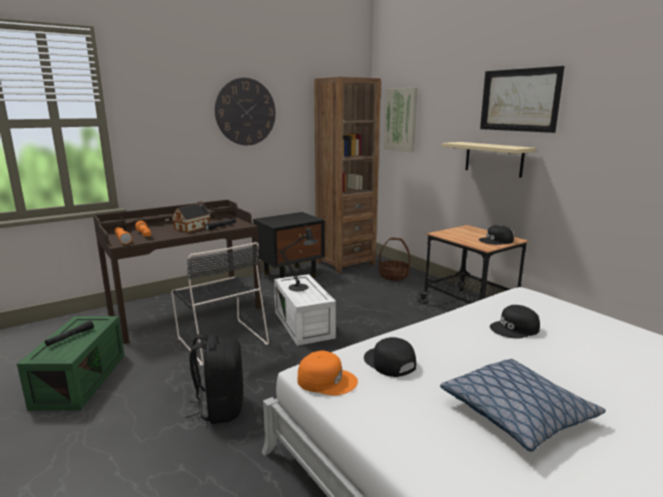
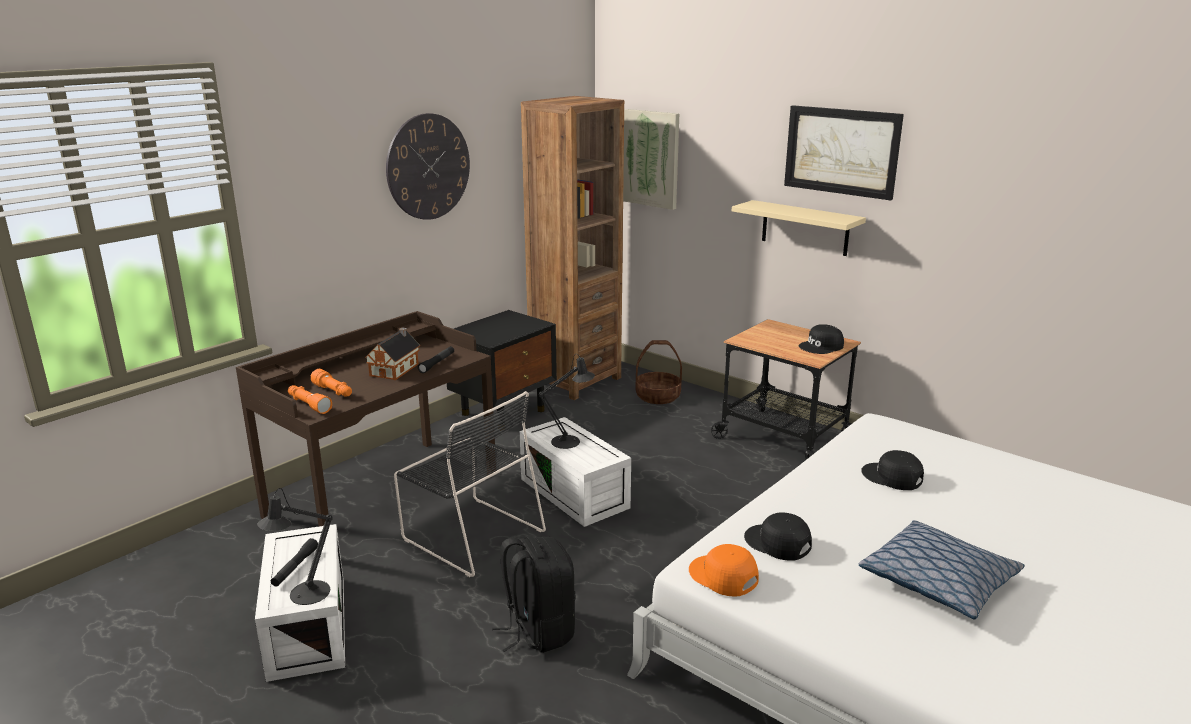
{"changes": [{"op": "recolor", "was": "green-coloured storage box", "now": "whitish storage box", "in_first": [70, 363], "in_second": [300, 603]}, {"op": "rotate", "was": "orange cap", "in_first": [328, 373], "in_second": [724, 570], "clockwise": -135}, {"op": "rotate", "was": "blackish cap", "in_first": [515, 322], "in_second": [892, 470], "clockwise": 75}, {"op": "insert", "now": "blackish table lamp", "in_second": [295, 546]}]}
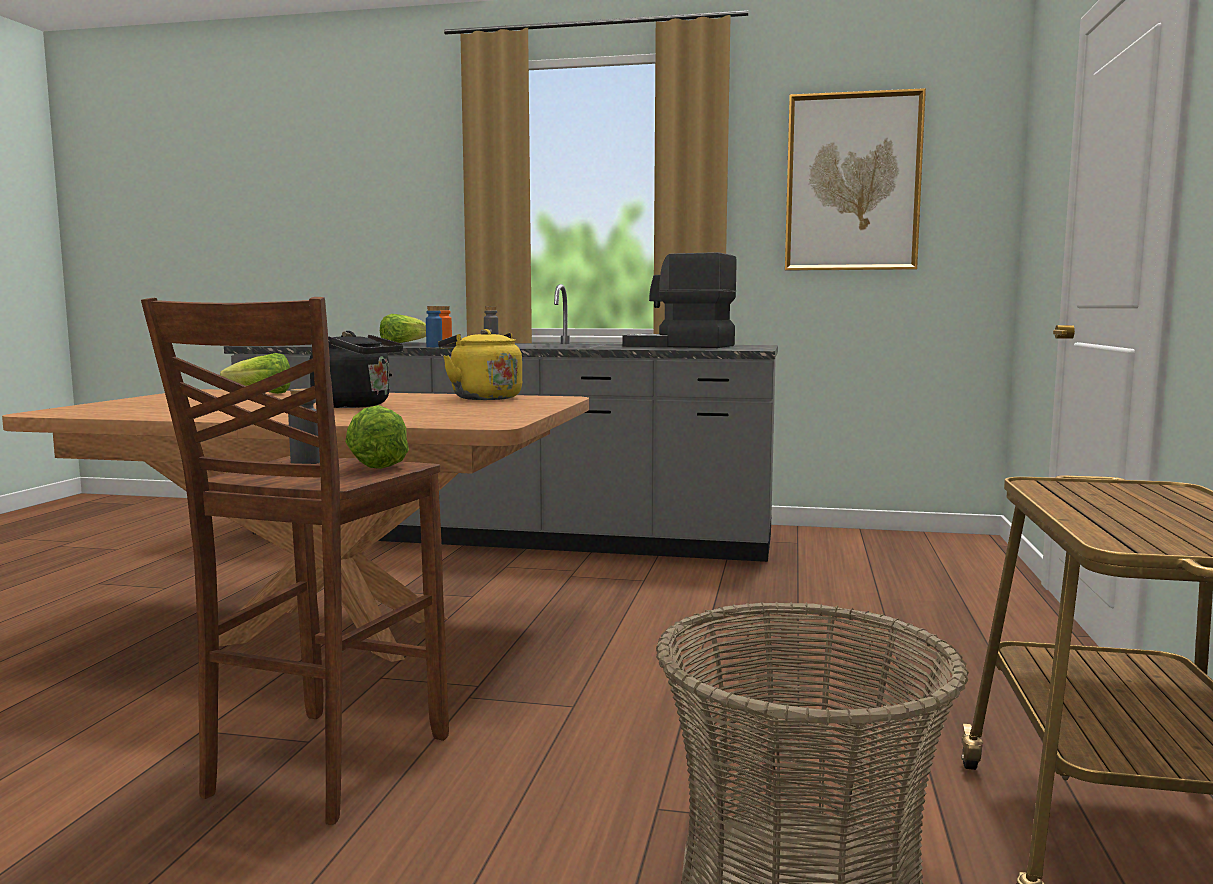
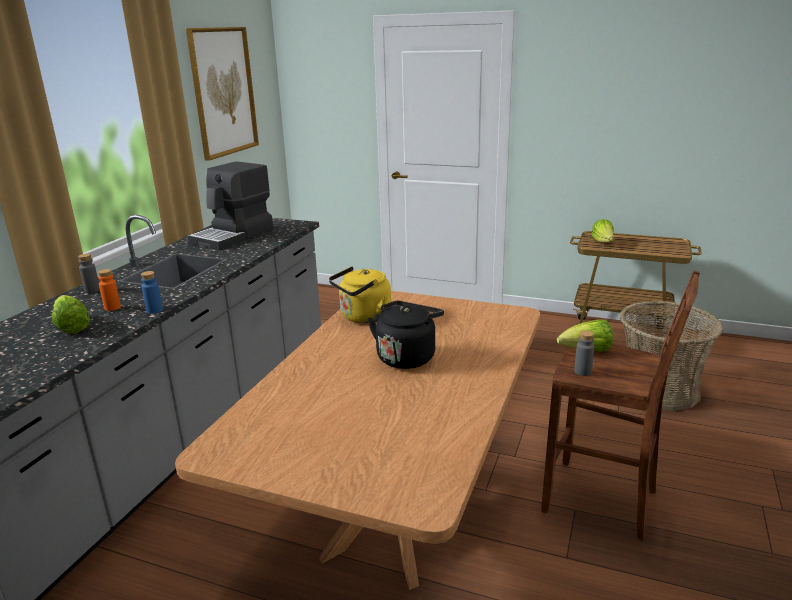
{"changes": [{"op": "move", "was": "lettuce head", "in_first": [255, 373], "in_second": [602, 231]}]}
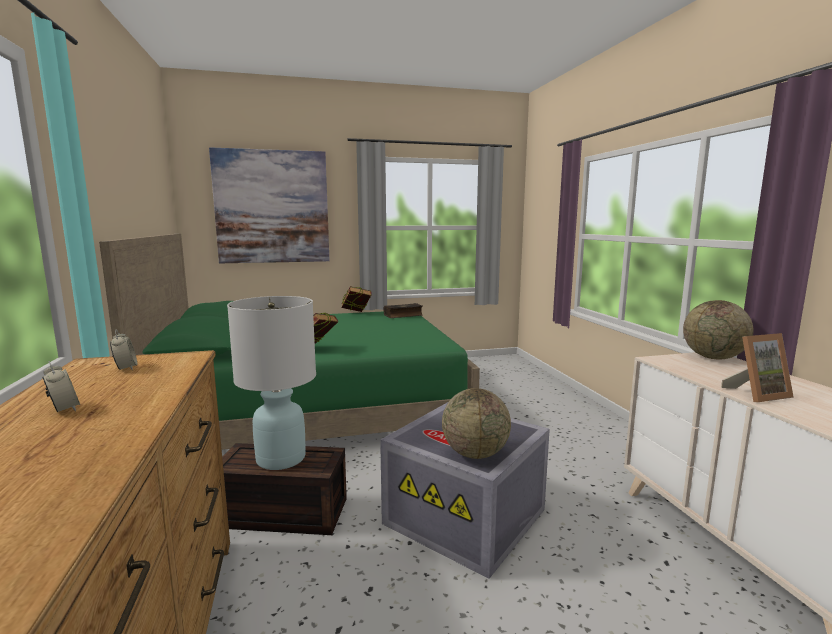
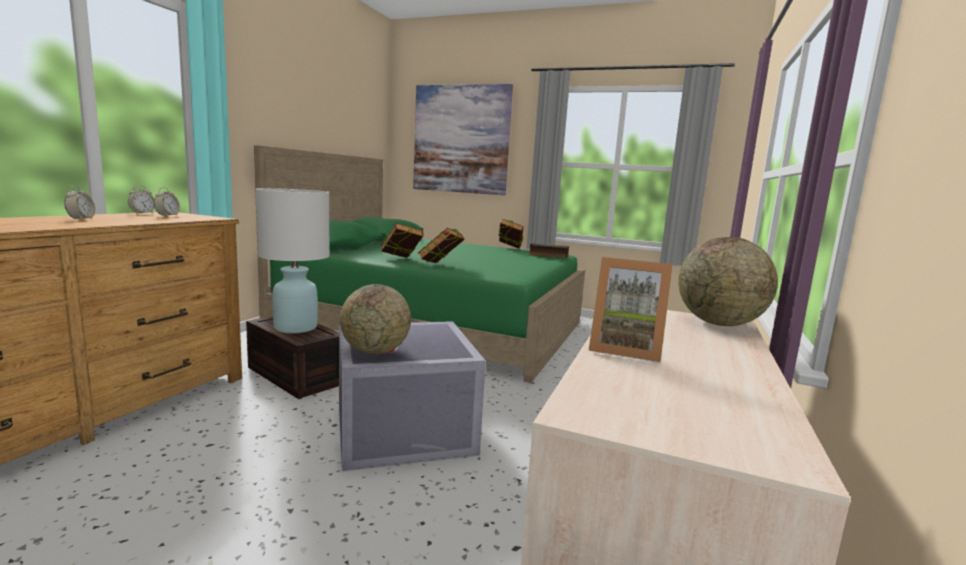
{"changes": [{"op": "insert", "now": "alarm clock", "in_second": [141, 199]}, {"op": "insert", "now": "volume", "in_second": [441, 245]}]}
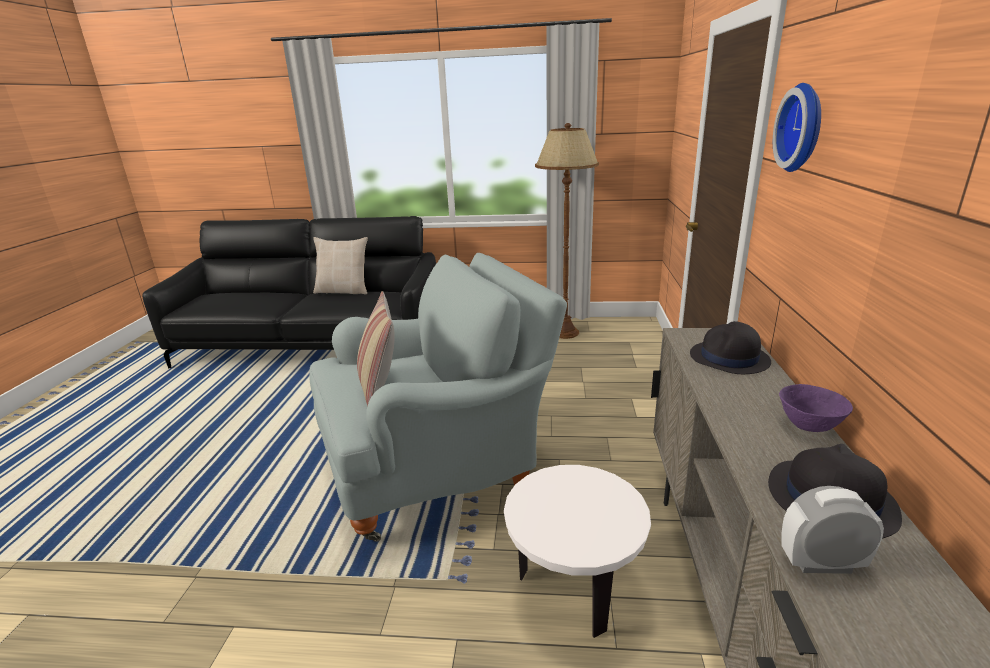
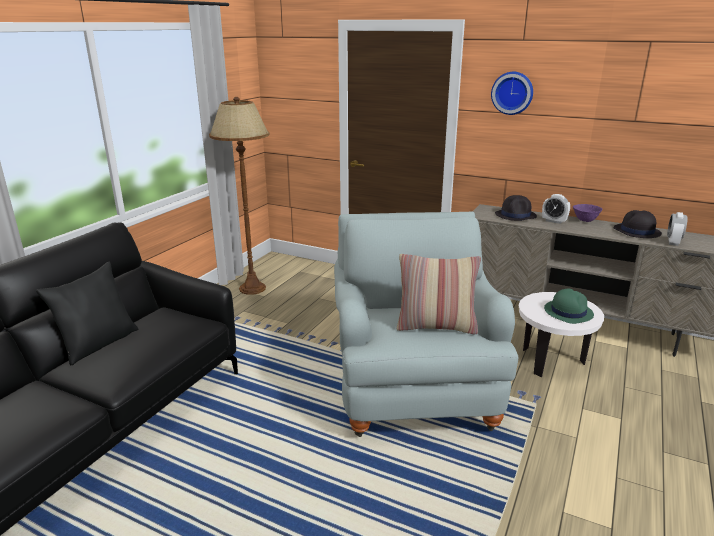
{"changes": [{"op": "recolor", "was": "beige pillow", "now": "blackish pillow", "in_first": [340, 265], "in_second": [87, 313]}, {"op": "insert", "now": "alarm clock", "in_second": [556, 209]}, {"op": "insert", "now": "green-coloured clothing hat", "in_second": [569, 306]}]}
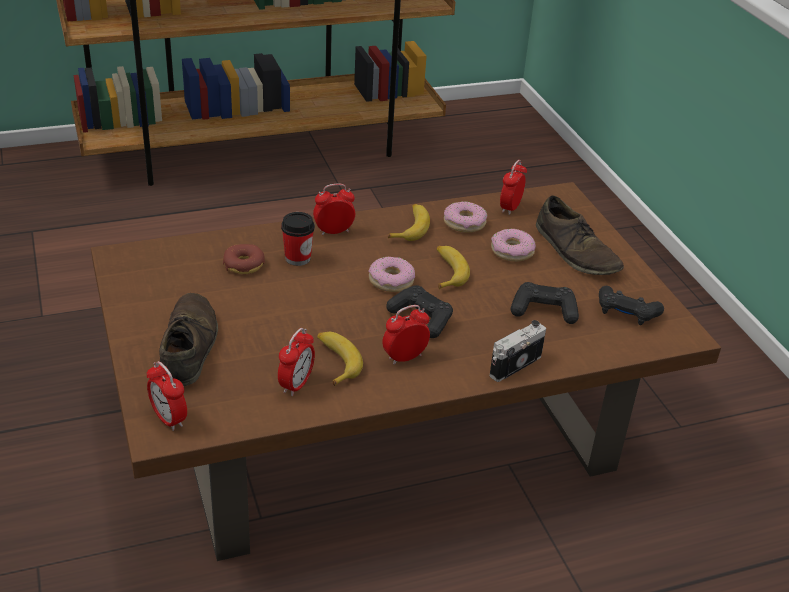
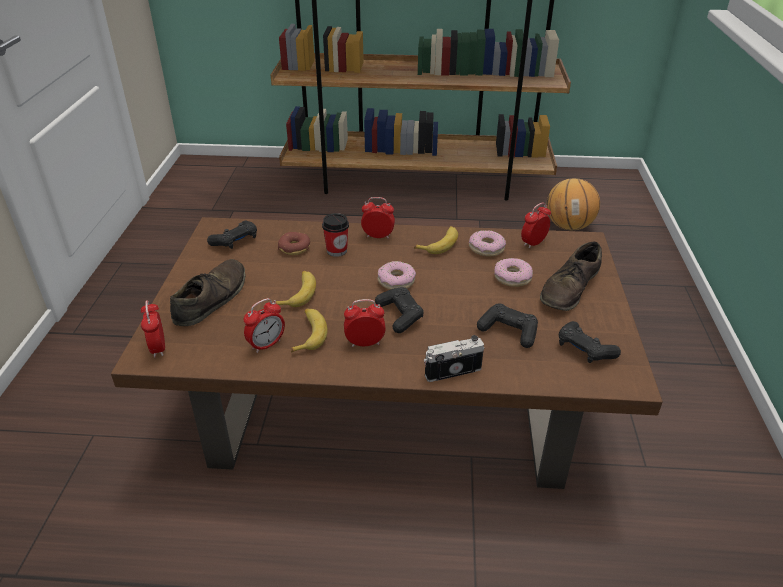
{"changes": [{"op": "move", "was": "banana fruit", "in_first": [453, 267], "in_second": [295, 289]}, {"op": "rotate", "was": "brownish item of footwear", "in_first": [580, 235], "in_second": [571, 276], "clockwise": 45}, {"op": "insert", "now": "blackish joypad", "in_second": [232, 234]}, {"op": "insert", "now": "basketball ball", "in_second": [573, 204]}]}
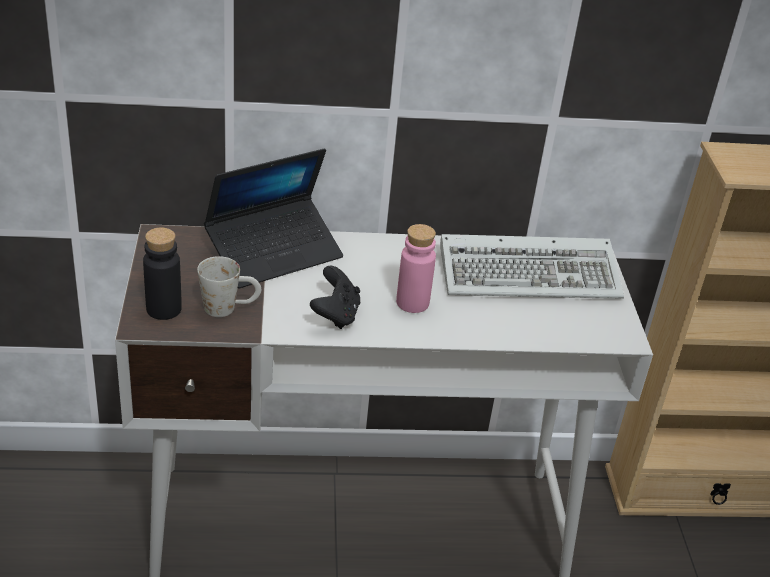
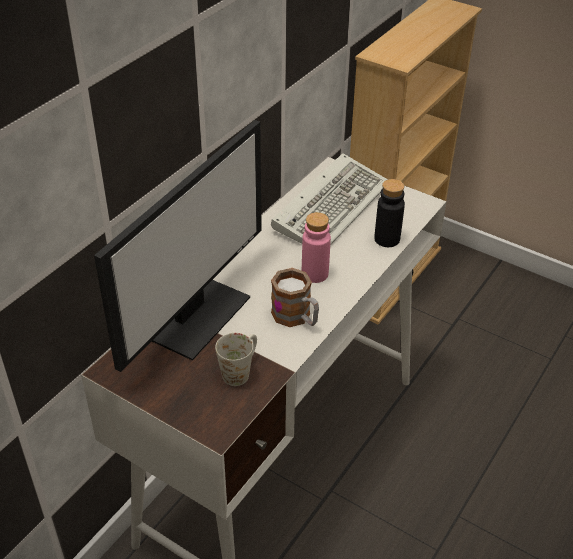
{"changes": [{"op": "move", "was": "blackish beverage bottle", "in_first": [162, 274], "in_second": [389, 213]}, {"op": "replace", "was": "portable computer", "now": "monitor", "in_first": [273, 218], "in_second": [178, 246]}, {"op": "replace", "was": "blackish joypad", "now": "mug", "in_first": [335, 297], "in_second": [295, 297]}]}
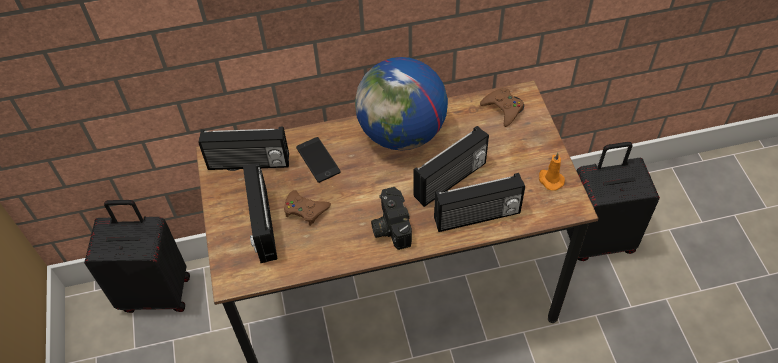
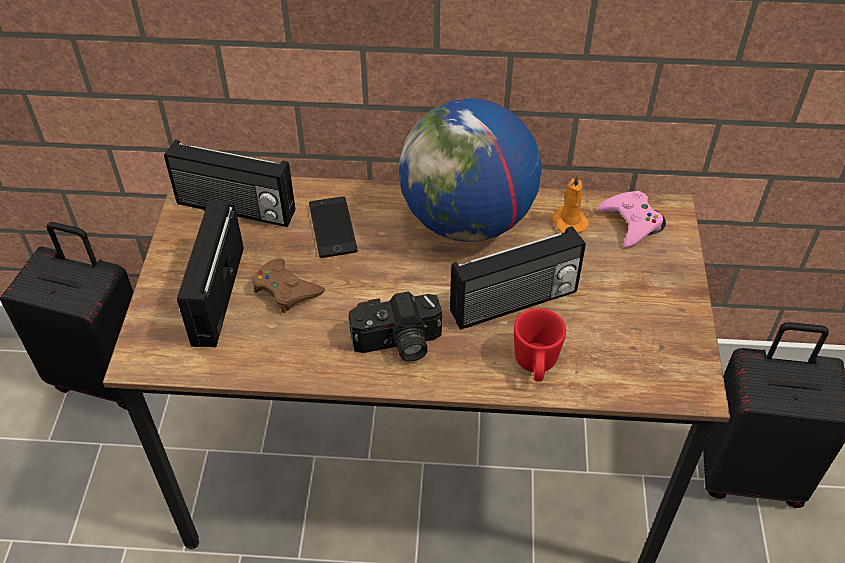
{"changes": [{"op": "rotate", "was": "photo camera", "in_first": [391, 218], "in_second": [395, 326], "clockwise": -105}, {"op": "replace", "was": "radio receiver", "now": "red mug", "in_first": [479, 202], "in_second": [540, 345]}, {"op": "recolor", "was": "brownish joypad", "now": "pink joypad", "in_first": [502, 107], "in_second": [630, 219]}, {"op": "move", "was": "orange wax candle", "in_first": [552, 172], "in_second": [570, 203]}]}
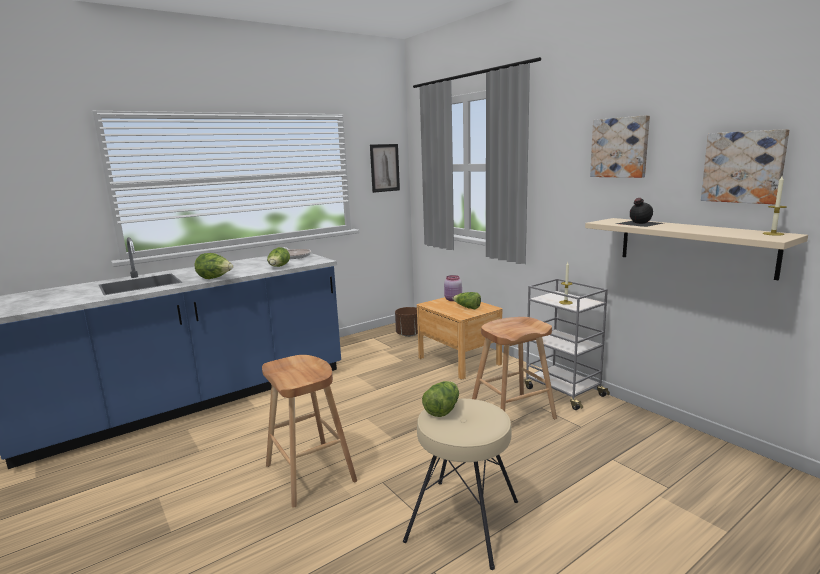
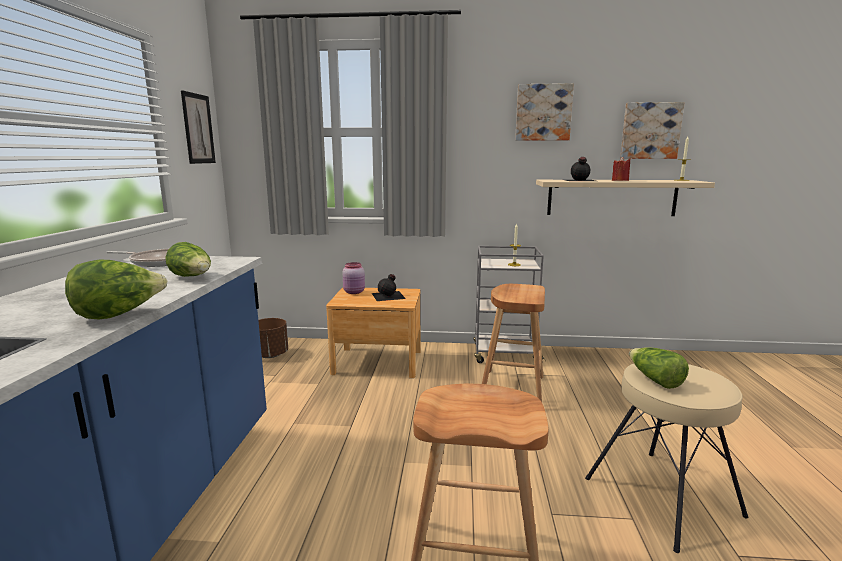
{"changes": [{"op": "replace", "was": "lettuce head", "now": "blackish beverage bottle", "in_first": [467, 300], "in_second": [389, 287]}, {"op": "insert", "now": "red wax candle", "in_second": [621, 169]}]}
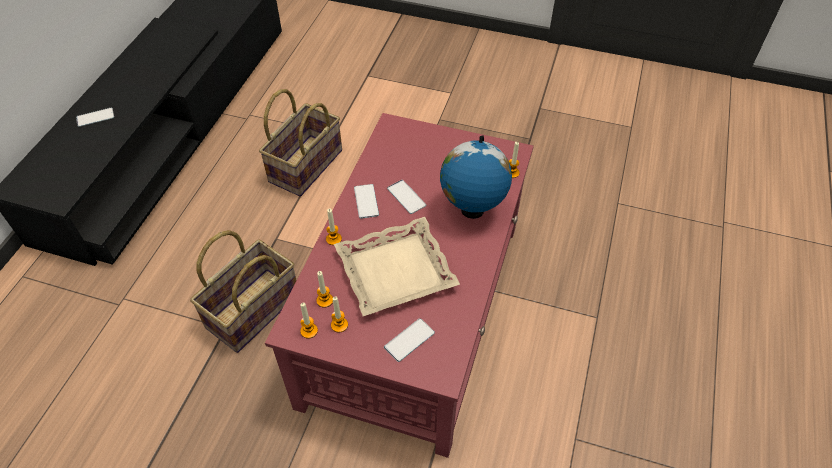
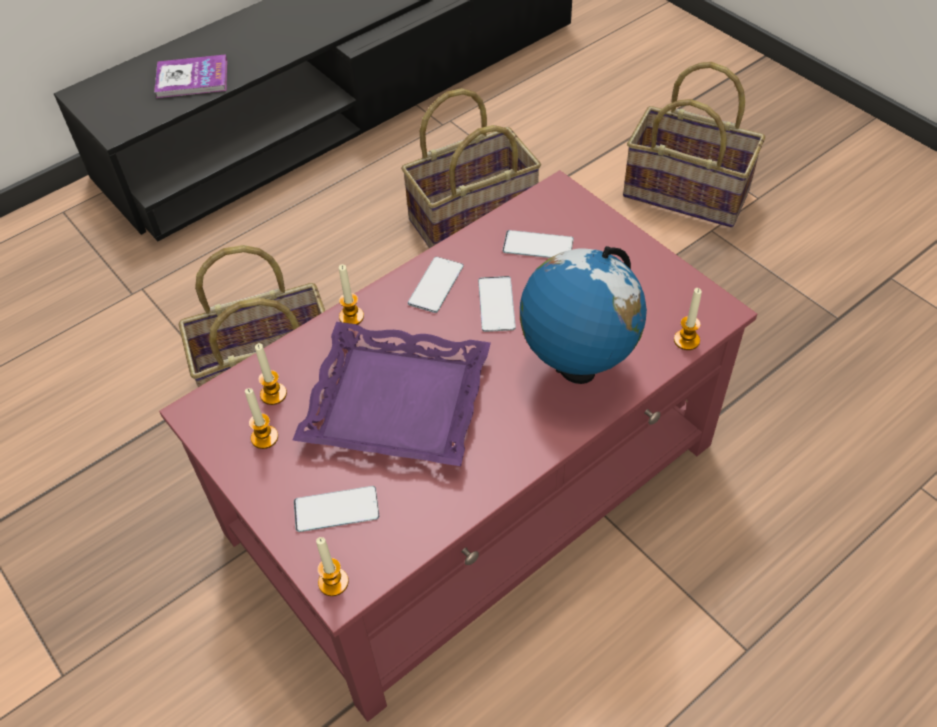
{"changes": [{"op": "move", "was": "telephone", "in_first": [95, 117], "in_second": [538, 244]}, {"op": "move", "was": "wax candle", "in_first": [309, 321], "in_second": [332, 566]}, {"op": "recolor", "was": "beige serving tray", "now": "purple serving tray", "in_first": [397, 266], "in_second": [392, 394]}, {"op": "insert", "now": "volume", "in_second": [190, 76]}, {"op": "insert", "now": "storage basket", "in_second": [694, 144]}]}
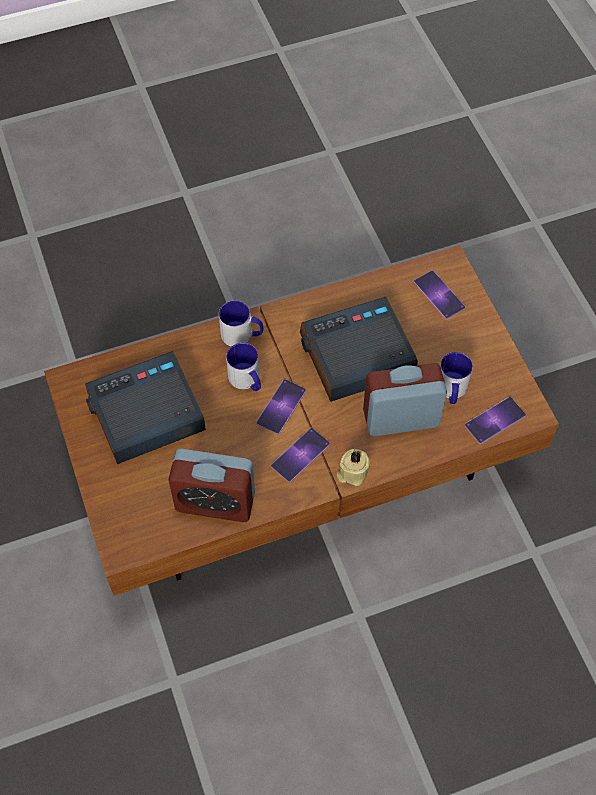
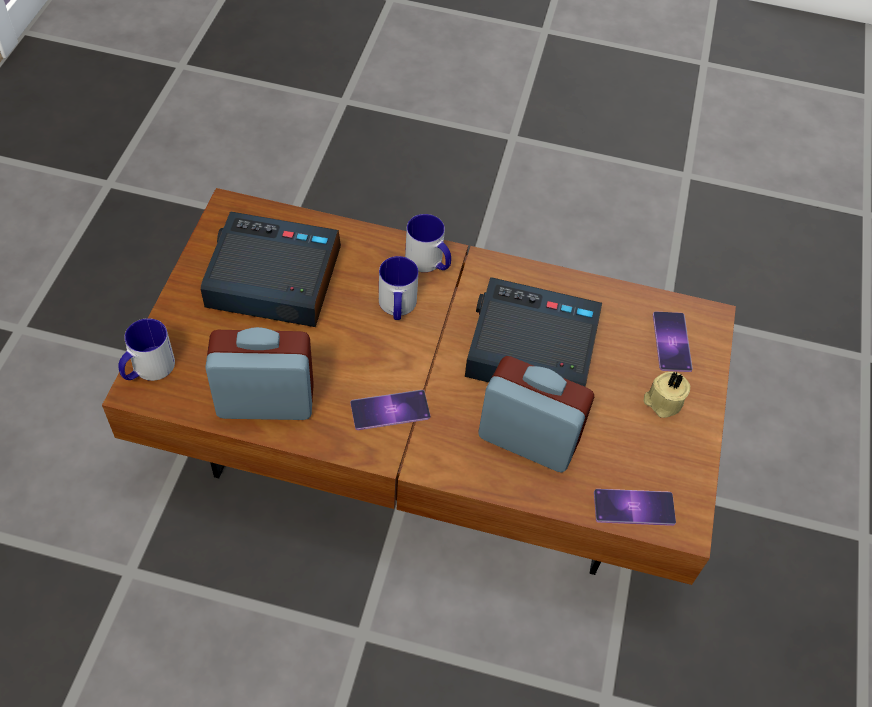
{"changes": [{"op": "rotate", "was": "alarm clock", "in_first": [211, 485], "in_second": [259, 373], "clockwise": 135}, {"op": "delete", "was": "telephone", "in_first": [281, 406]}, {"op": "move", "was": "beige wax candle", "in_first": [353, 467], "in_second": [667, 395]}, {"op": "move", "was": "mug", "in_first": [456, 378], "in_second": [146, 349]}]}
